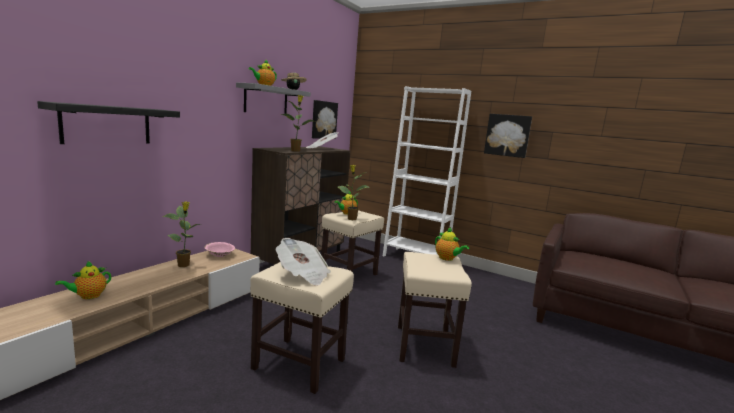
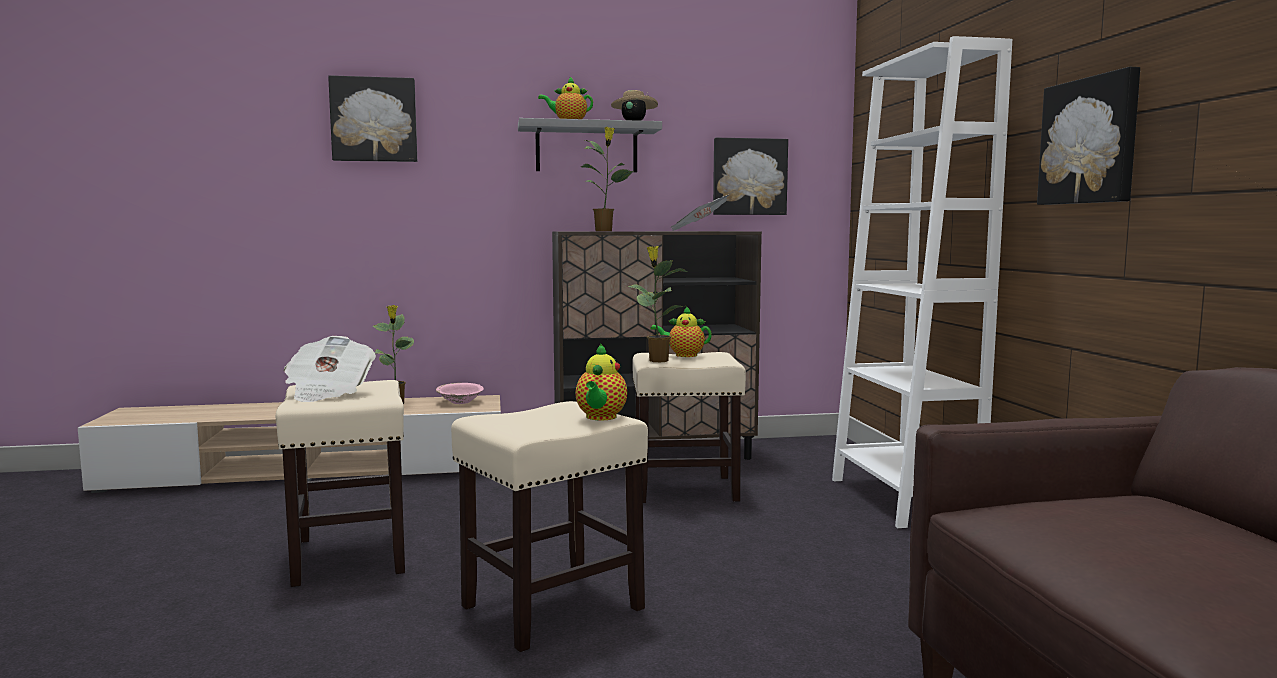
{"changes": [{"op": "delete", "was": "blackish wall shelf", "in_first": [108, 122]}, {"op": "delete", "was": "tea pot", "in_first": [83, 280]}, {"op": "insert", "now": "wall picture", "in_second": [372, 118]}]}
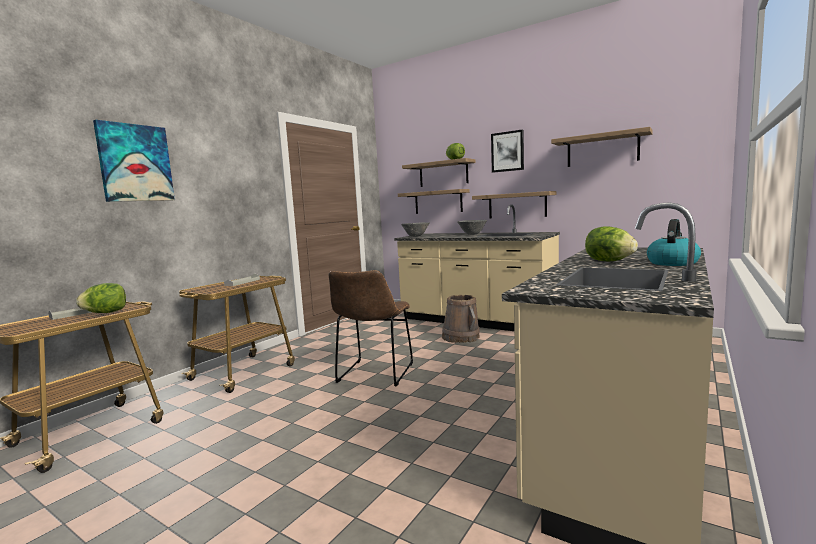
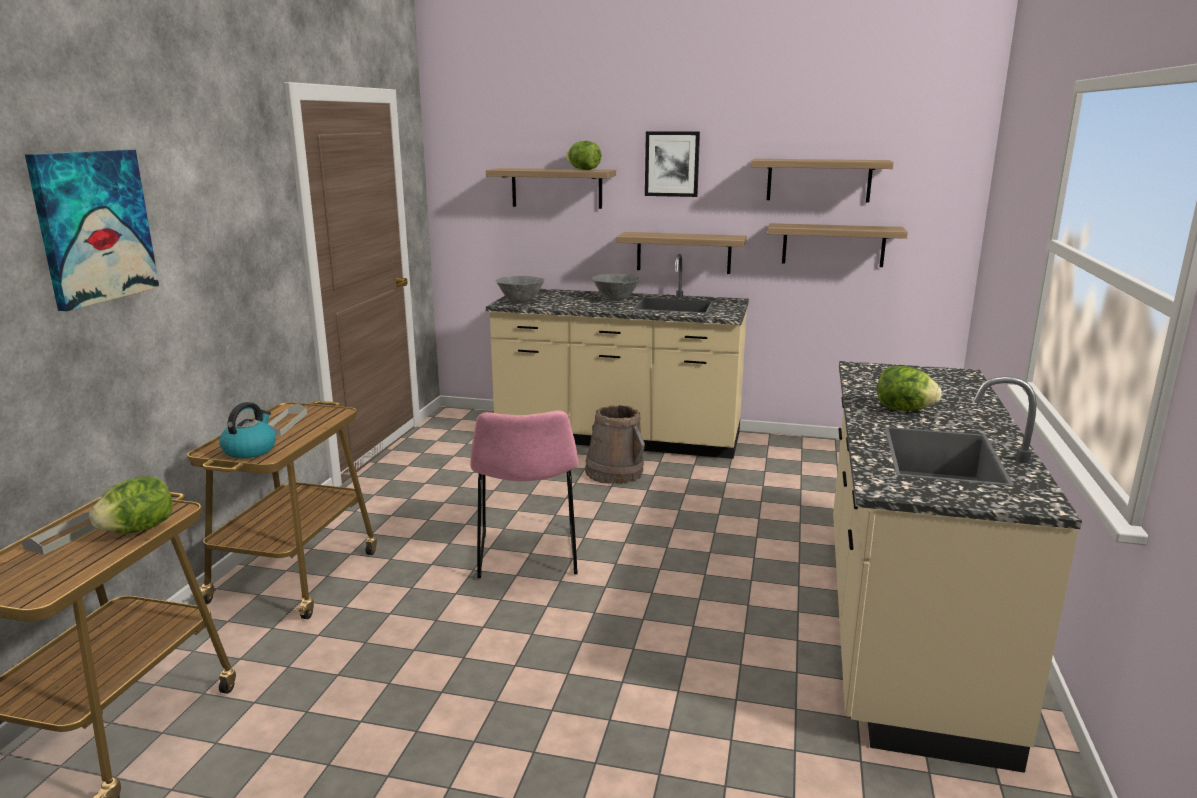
{"changes": [{"op": "recolor", "was": "brownish chair", "now": "pink chair", "in_first": [371, 328], "in_second": [524, 494]}, {"op": "move", "was": "wall shelf", "in_first": [434, 201], "in_second": [837, 245]}, {"op": "move", "was": "tea kettle", "in_first": [674, 242], "in_second": [247, 430]}]}
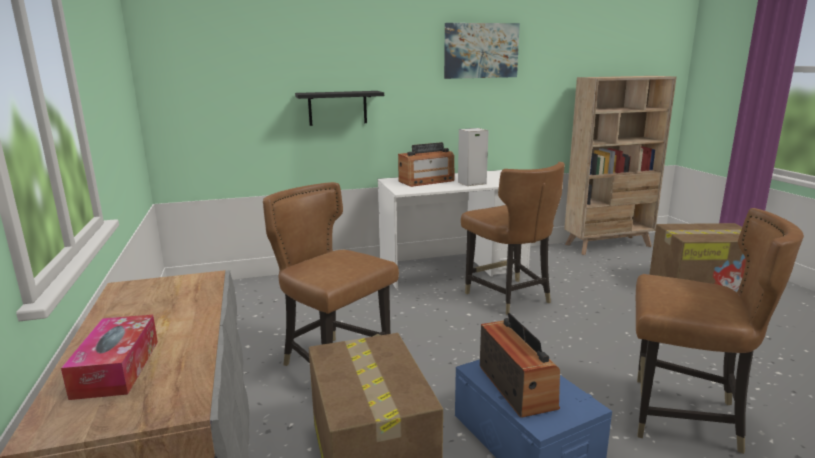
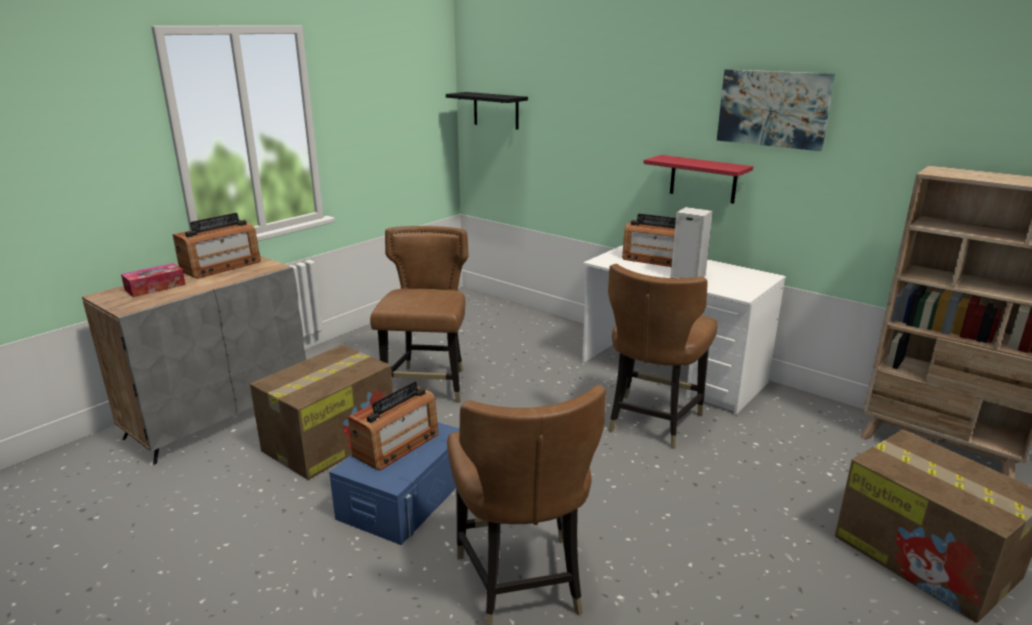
{"changes": [{"op": "move", "was": "blackish wall shelf", "in_first": [339, 108], "in_second": [487, 111]}, {"op": "insert", "now": "radio receiver", "in_second": [217, 246]}, {"op": "insert", "now": "red wall shelf", "in_second": [698, 179]}]}
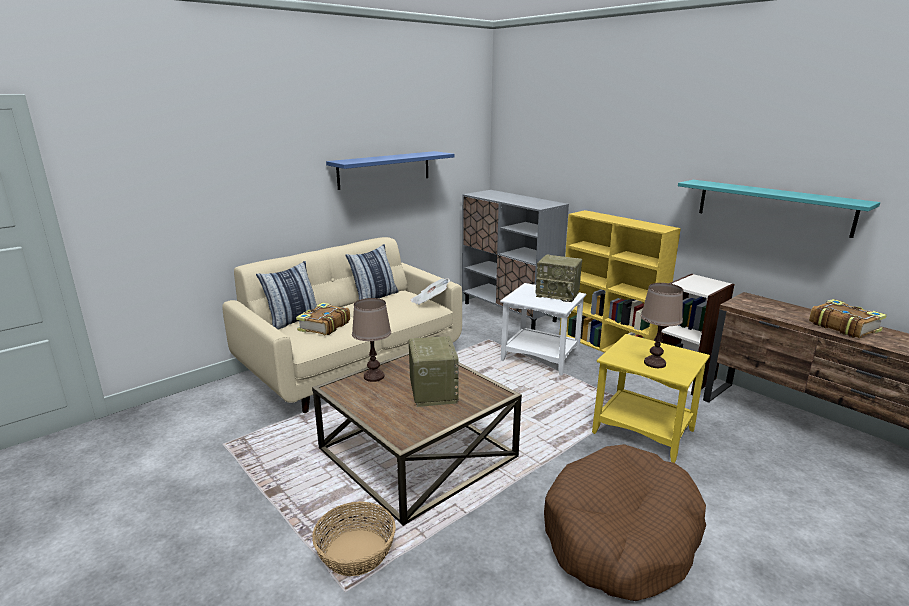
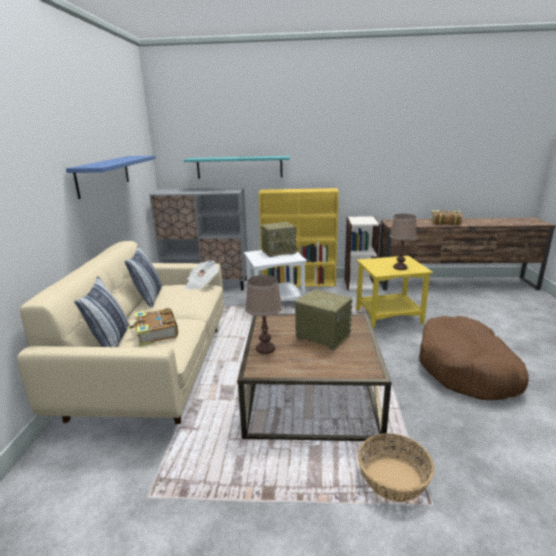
{"changes": [{"op": "move", "was": "turquoise wall shelf", "in_first": [779, 209], "in_second": [237, 167]}]}
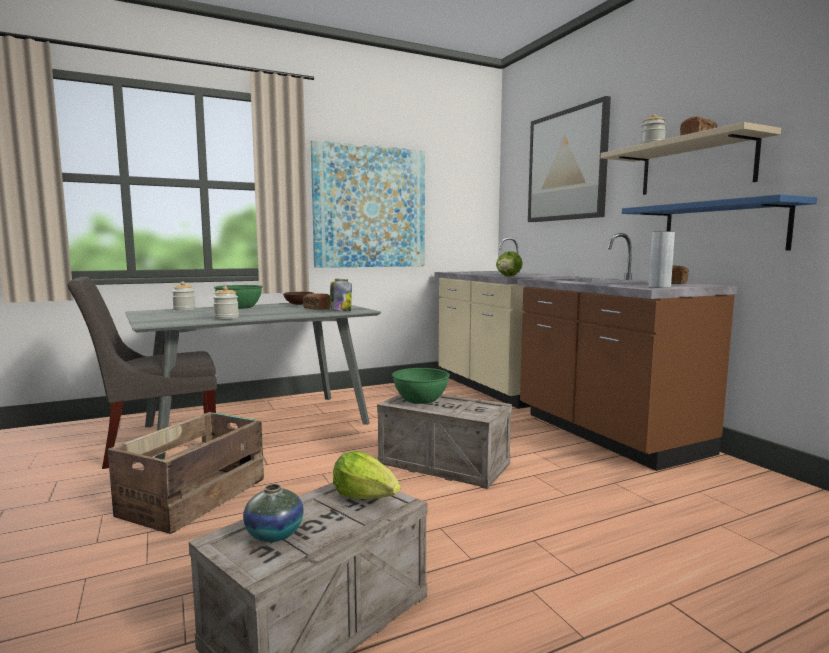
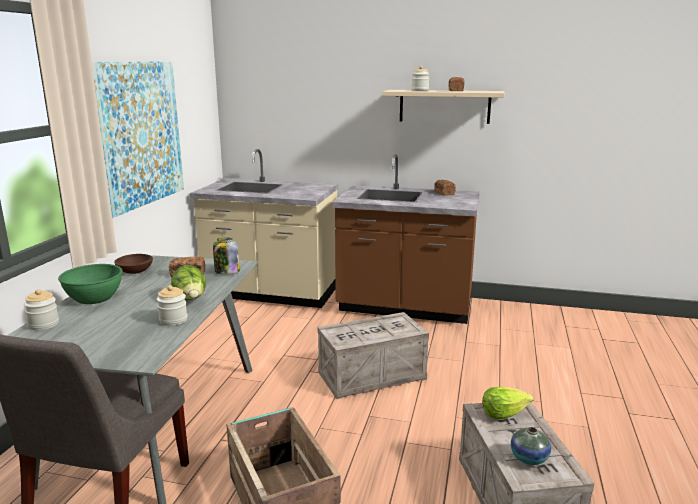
{"changes": [{"op": "delete", "was": "green-coloured bowl", "in_first": [421, 386]}, {"op": "move", "was": "lettuce head", "in_first": [509, 263], "in_second": [188, 282]}, {"op": "delete", "was": "wall picture", "in_first": [569, 159]}, {"op": "delete", "was": "bluish wall shelf", "in_first": [719, 222]}, {"op": "delete", "was": "greyish flower vase", "in_first": [662, 259]}]}
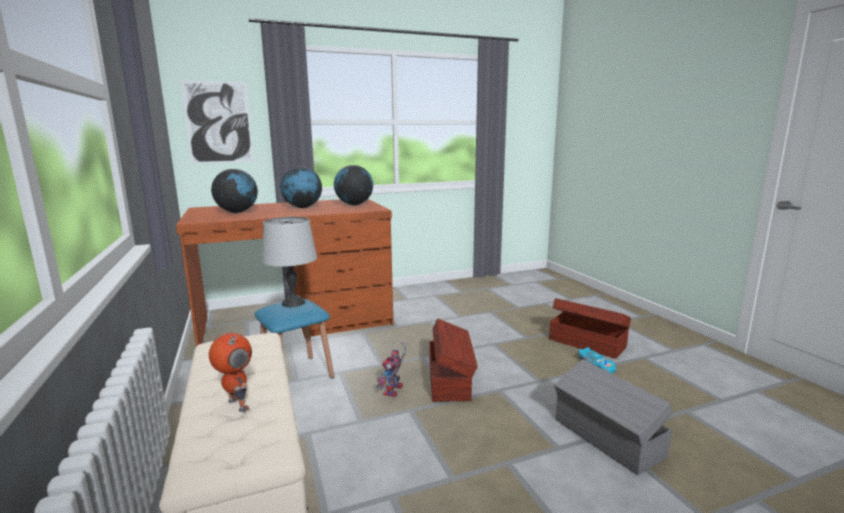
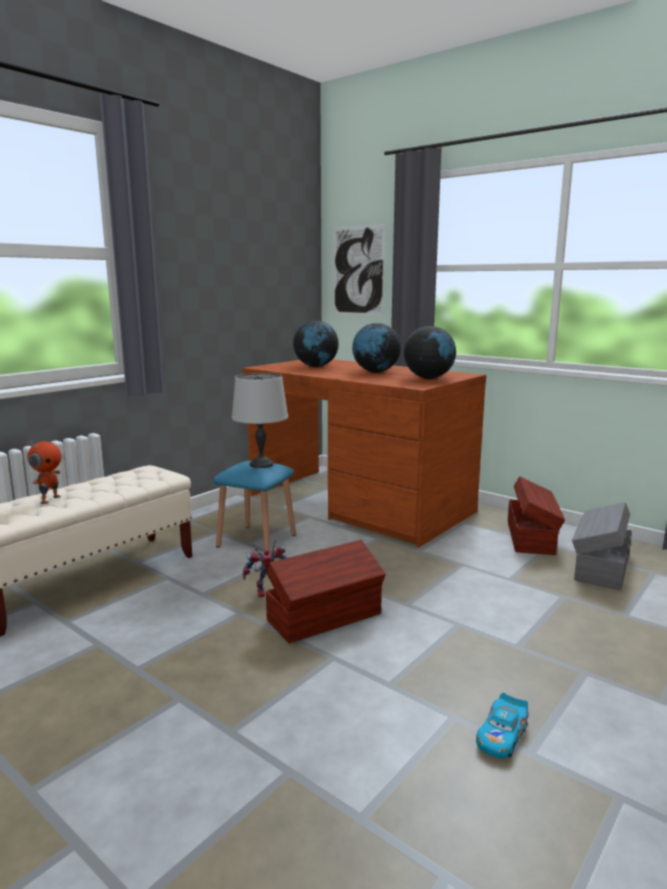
{"changes": [{"op": "move", "was": "brownish storage box", "in_first": [590, 328], "in_second": [536, 515]}, {"op": "move", "was": "greyish storage box", "in_first": [613, 417], "in_second": [602, 546]}]}
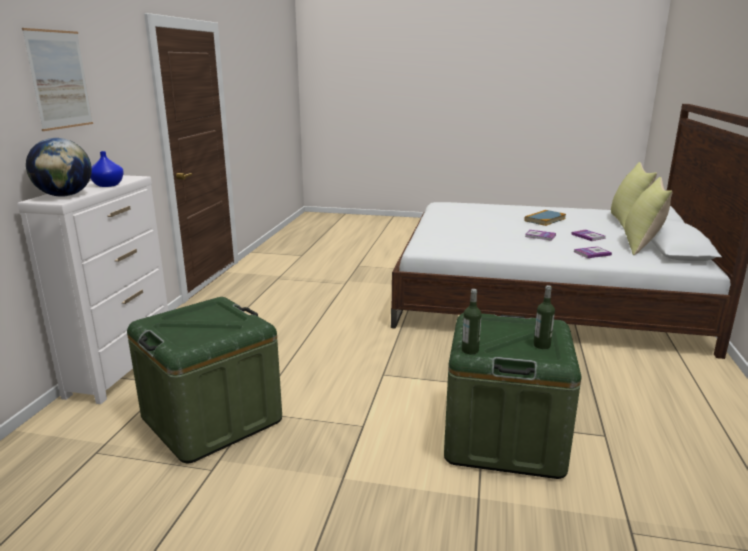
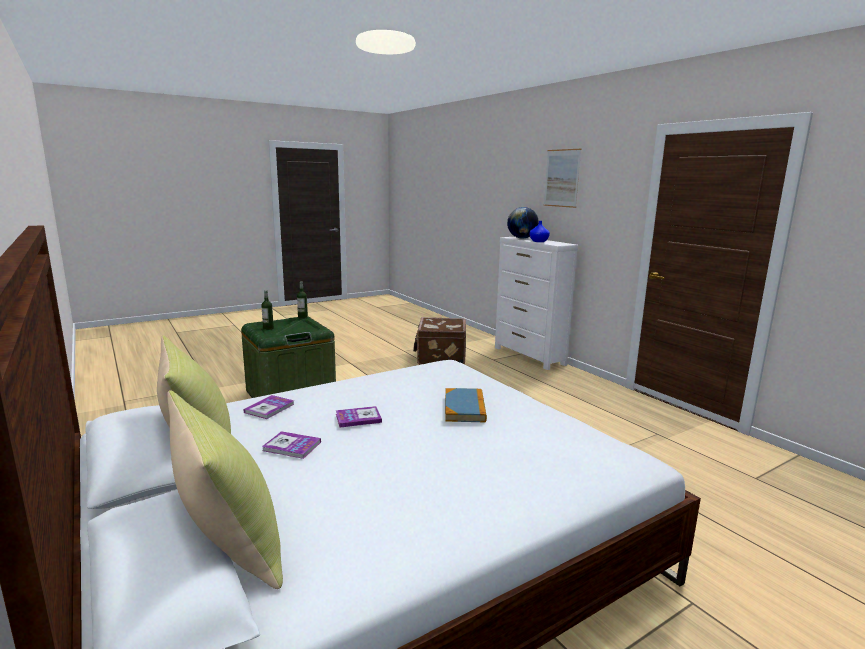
{"changes": [{"op": "replace", "was": "green-coloured storage box", "now": "brownish suitcase", "in_first": [204, 380], "in_second": [439, 341]}, {"op": "move", "was": "volume", "in_first": [545, 218], "in_second": [466, 405]}]}
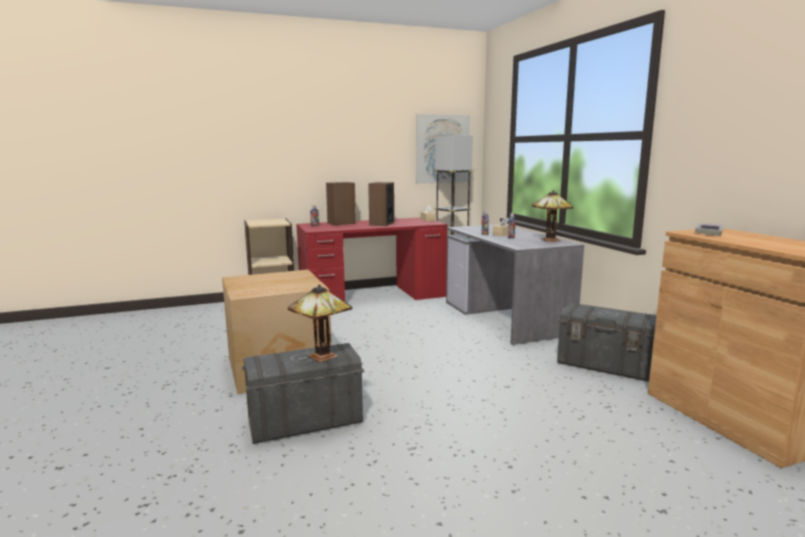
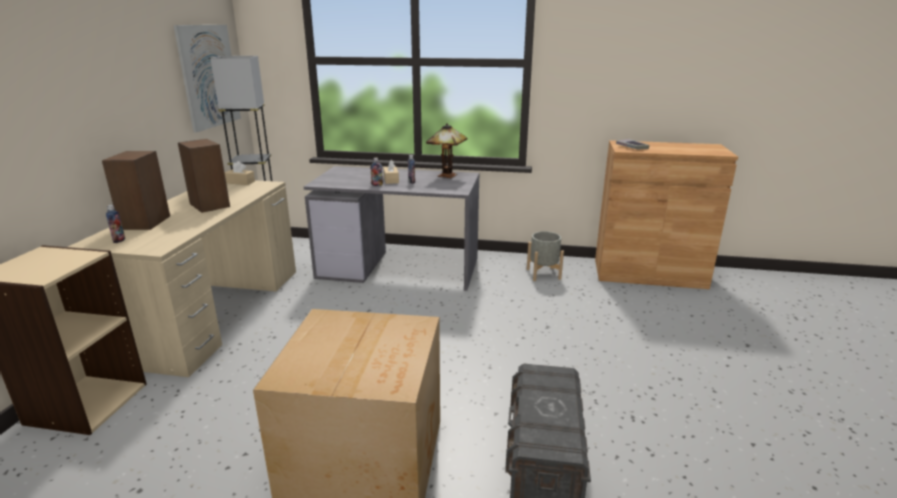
{"changes": [{"op": "delete", "was": "table lamp", "in_first": [320, 323]}, {"op": "recolor", "was": "red desk unit", "now": "beige desk unit", "in_first": [372, 259], "in_second": [182, 278]}, {"op": "replace", "was": "greyish storage box", "now": "greyish planter", "in_first": [607, 342], "in_second": [545, 256]}]}
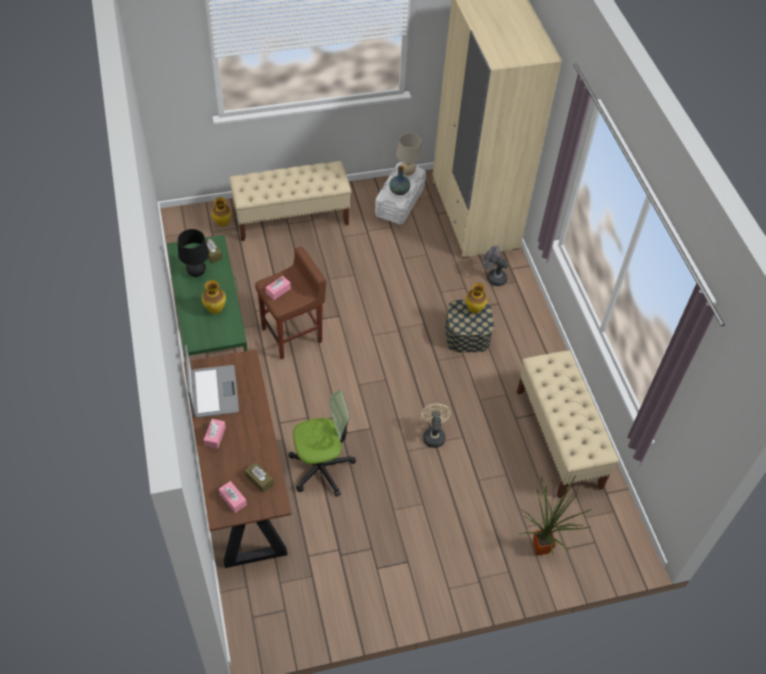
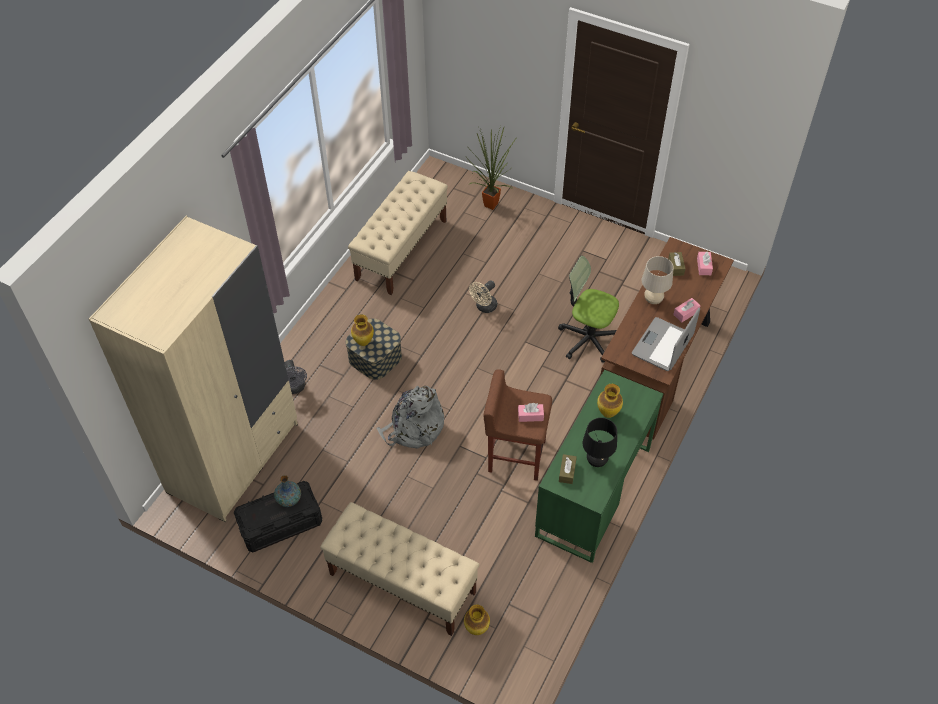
{"changes": [{"op": "recolor", "was": "whitish storage box", "now": "blackish storage box", "in_first": [400, 193], "in_second": [278, 516]}, {"op": "move", "was": "beige table lamp", "in_first": [409, 154], "in_second": [657, 280]}, {"op": "insert", "now": "greyish rucksack", "in_second": [410, 417]}]}
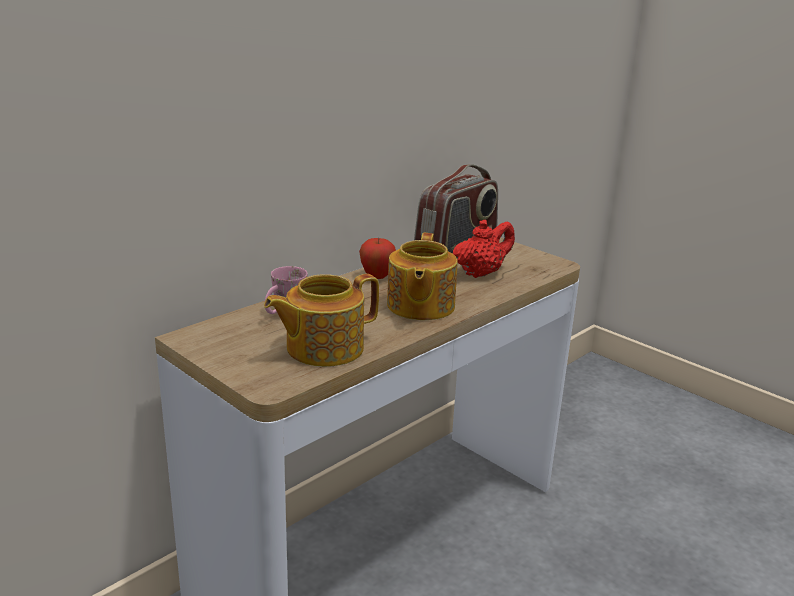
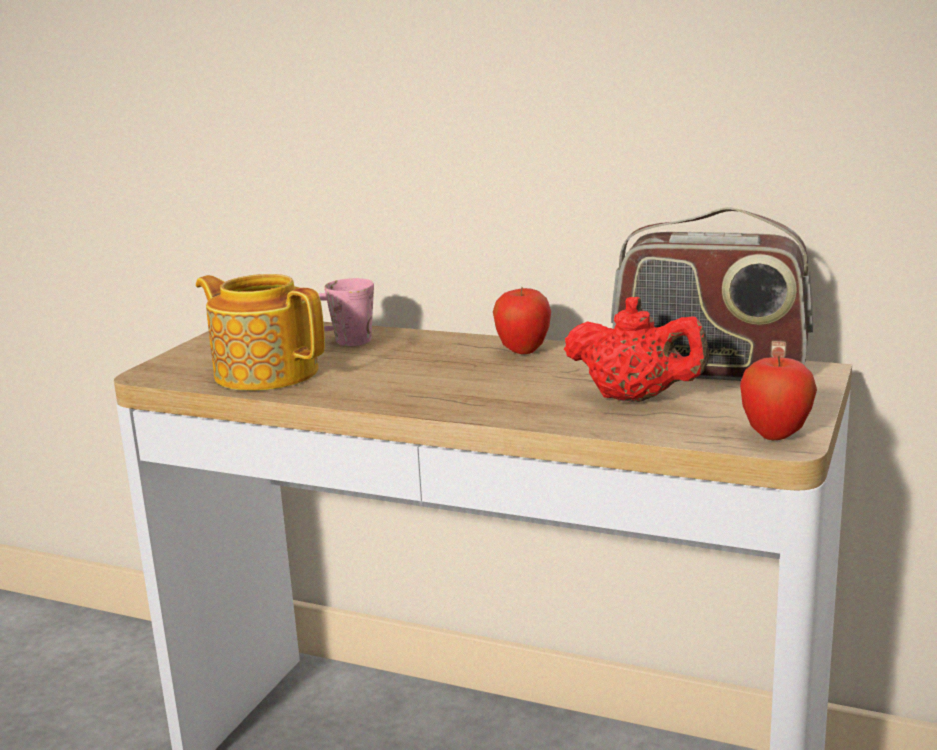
{"changes": [{"op": "delete", "was": "tea pot", "in_first": [422, 276]}, {"op": "insert", "now": "apple", "in_second": [778, 398]}]}
